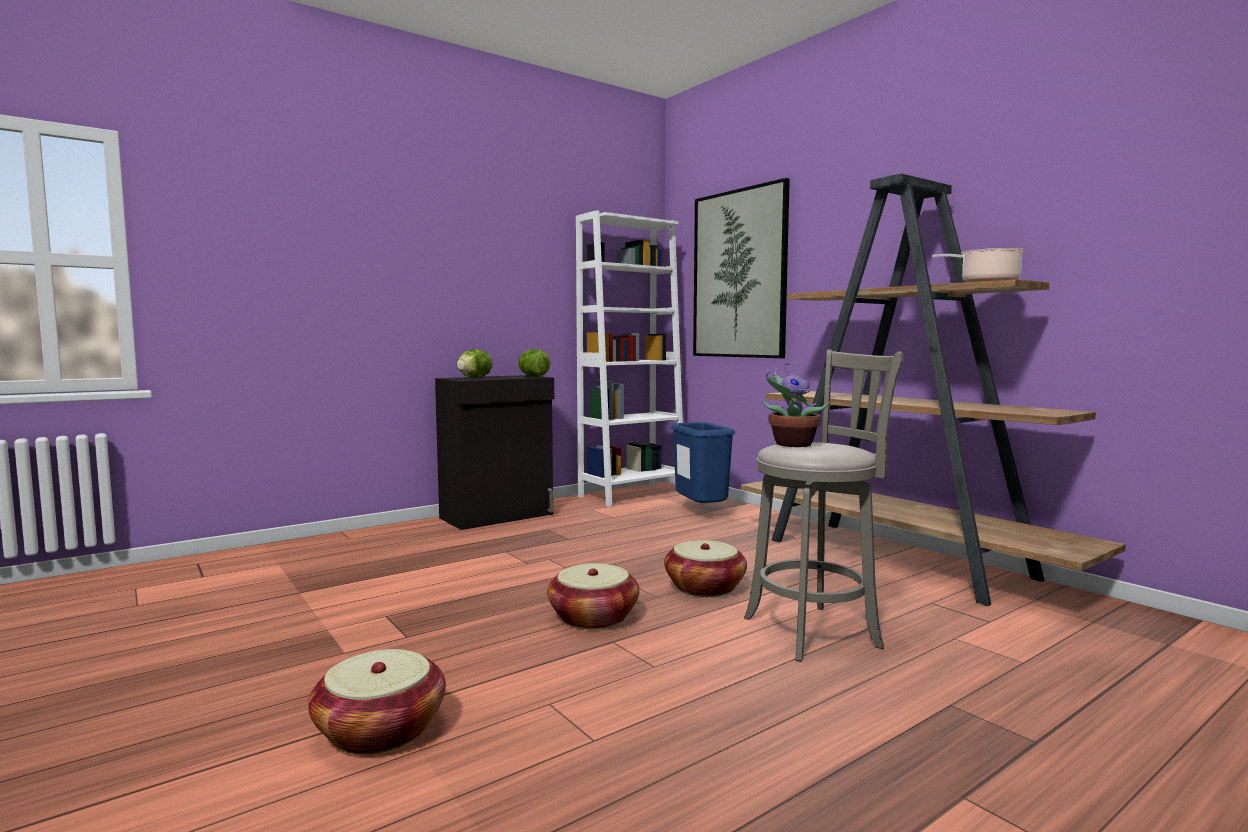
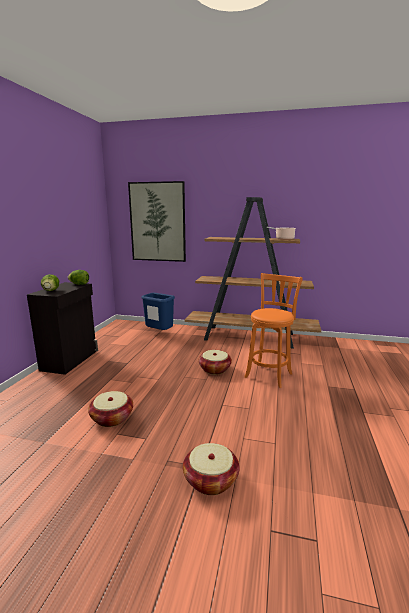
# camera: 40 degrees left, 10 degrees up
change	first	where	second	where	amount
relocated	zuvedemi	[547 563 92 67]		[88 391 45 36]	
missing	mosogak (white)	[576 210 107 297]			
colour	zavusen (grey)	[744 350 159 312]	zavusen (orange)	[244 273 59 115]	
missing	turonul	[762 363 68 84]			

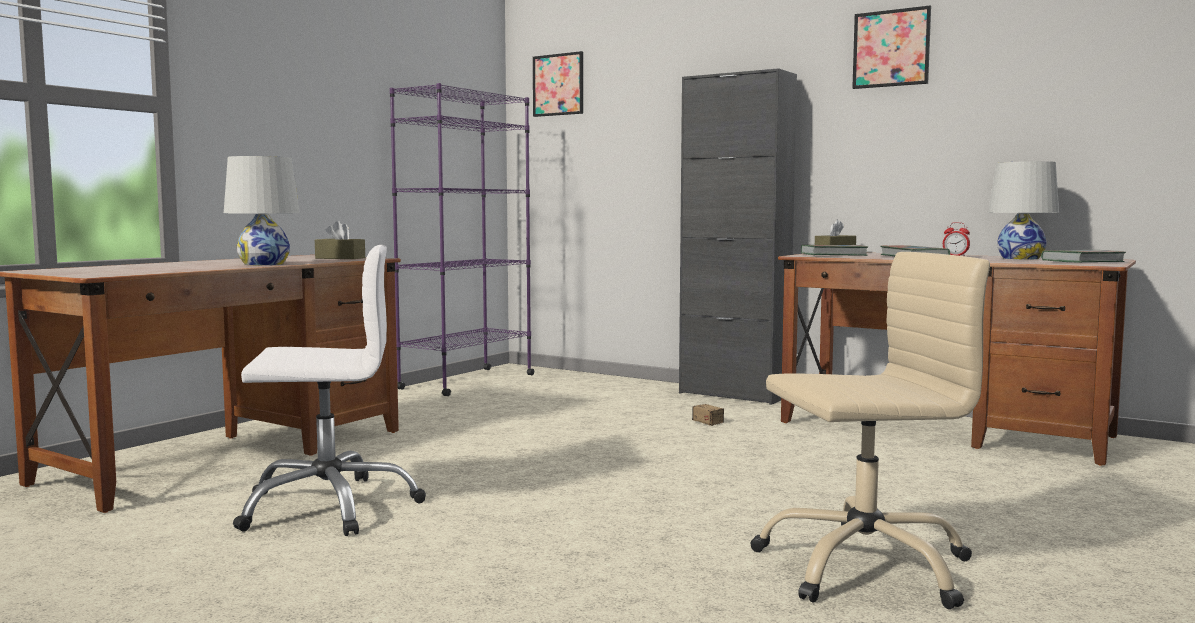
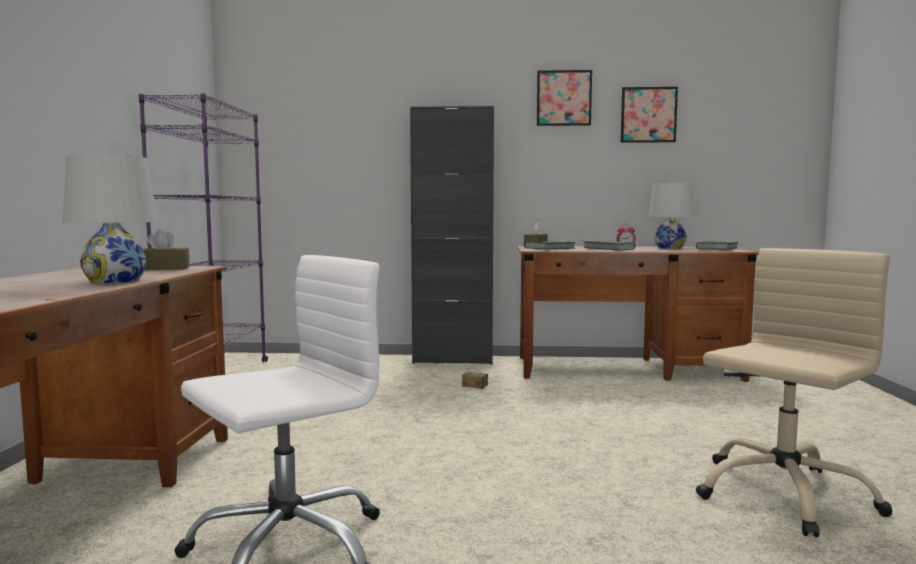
# camera: 30 degrees left, 0 degrees up
change	first	where	second	where	amount
relocated	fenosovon	[533 51 50 66]		[621 87 57 56]	

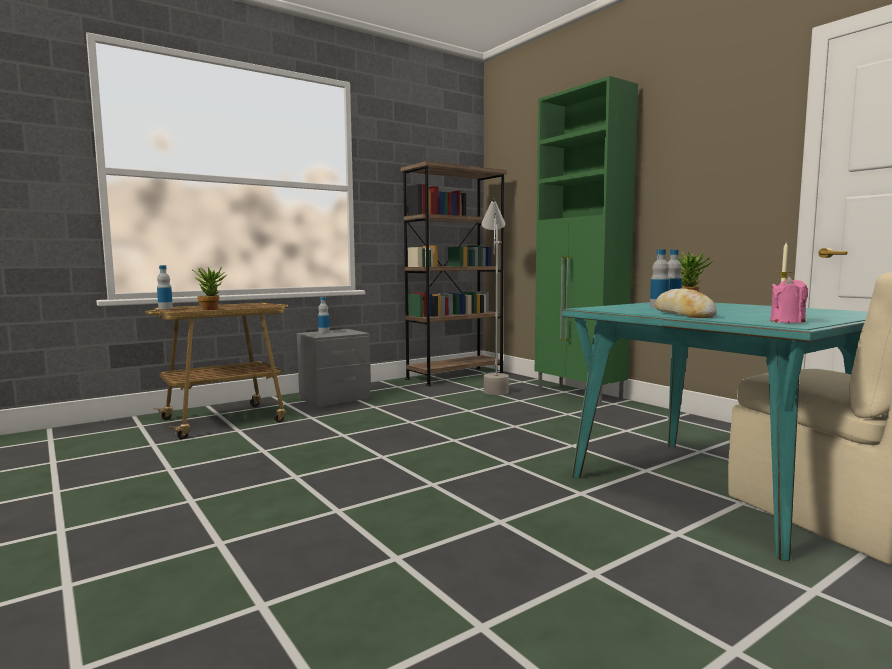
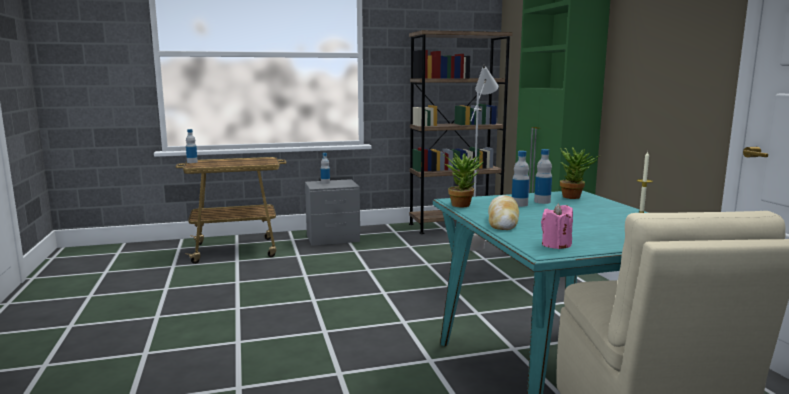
# camera: 20 degrees right, 5 degrees up
change	first	where	second	where	amount
relocated	turonul	[191 266 35 44]		[444 153 40 54]	

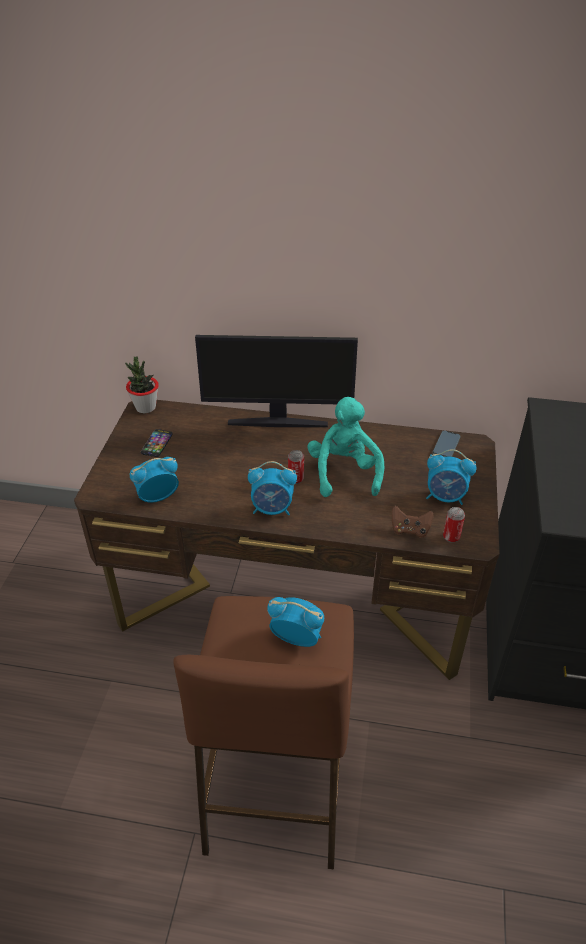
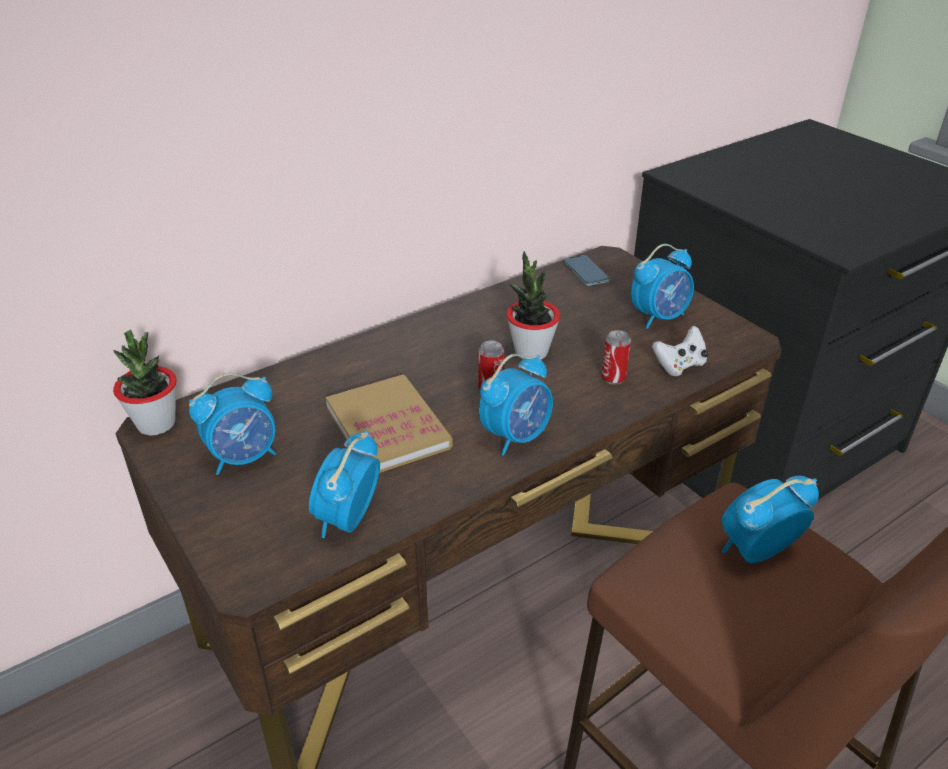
# camera: 45 degrees left, 5 degrees down
change	first	where	second	where	amount
exchanged	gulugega	[141 429 32 28]	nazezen	[189 373 87 102]	
missing	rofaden	[195 335 163 92]			
exchanged	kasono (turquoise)	[307 397 77 100]	turonul	[506 251 54 108]	
colour	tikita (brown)	[392 506 41 32]	tikita (white)	[652 326 56 50]	
relocated	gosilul	[443 507 22 36]		[602 330 29 55]	
appeared			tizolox	[326 375 127 98]	

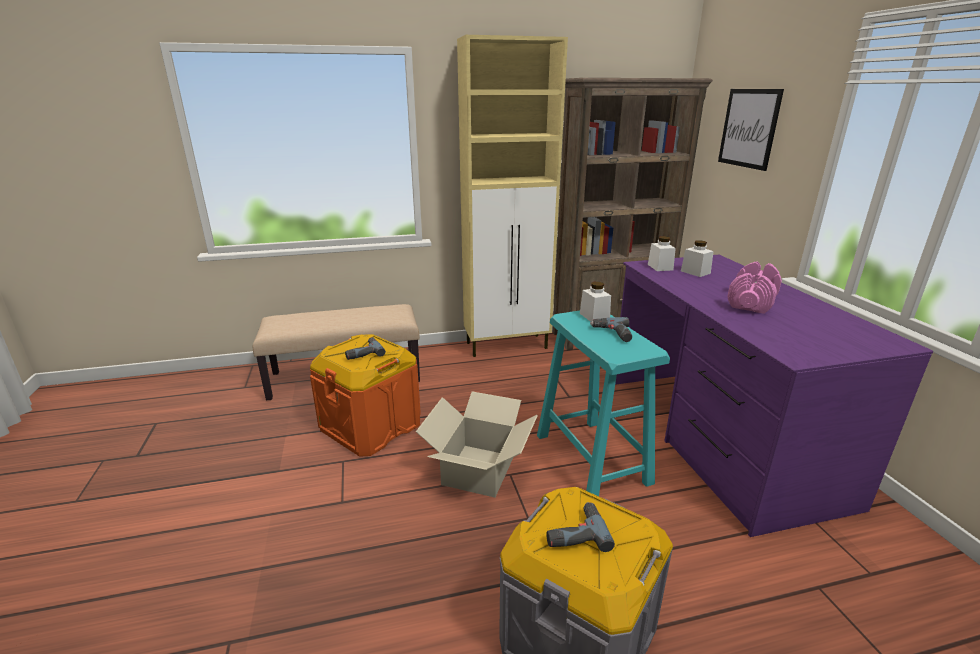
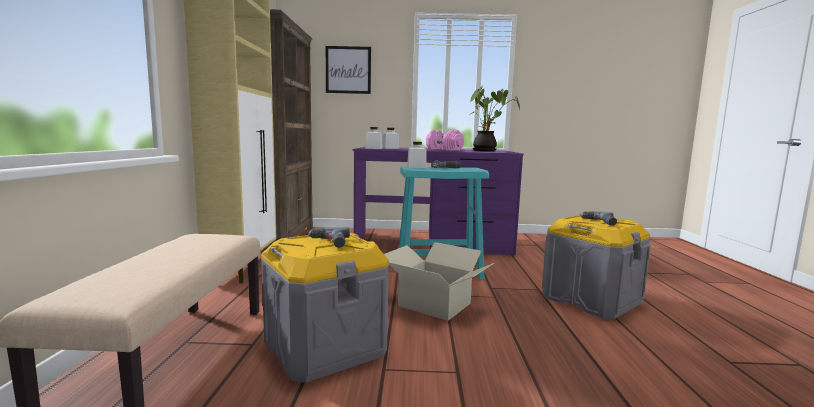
# camera: 75 degrees left, 15 degrees down
change	first	where	second	where	amount
colour	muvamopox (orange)	[310 334 111 123]	muvamopox (grey)	[261 233 128 150]	
appeared			turonul	[470 86 50 66]	

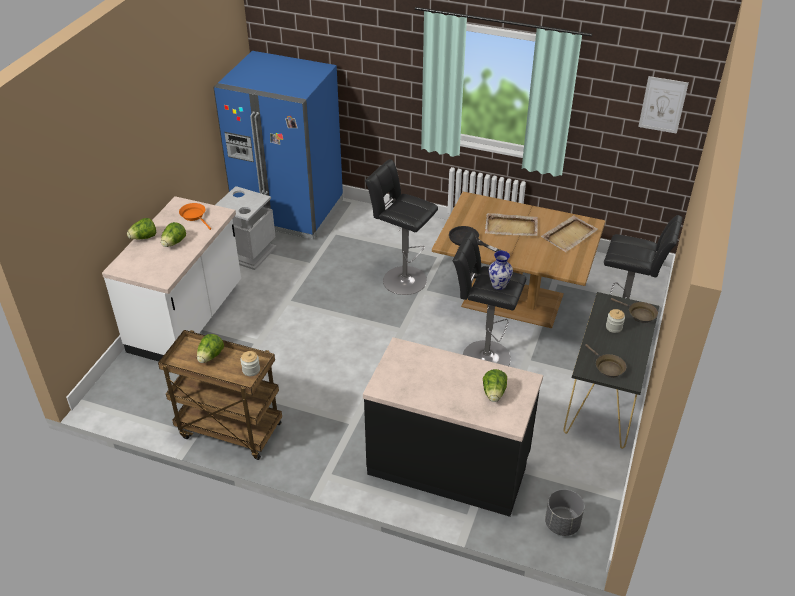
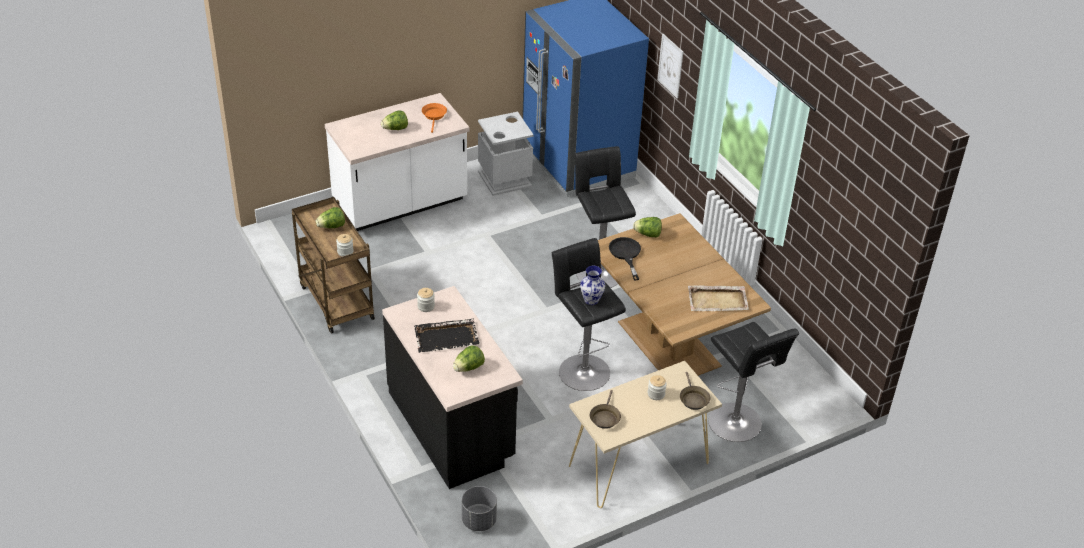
# camera: 40 degrees right, 0 degrees up
change	first	where	second	where	amount
relocated	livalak	[127 218 29 21]		[633 217 29 21]	
missing	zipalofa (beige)	[485 213 53 23]			
colour	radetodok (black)	[564 292 95 157]	radetodok (beige)	[569 361 153 147]	
relocated	fenosovon	[638 76 51 58]		[657 34 26 65]	
appeared			zipalofa (black)	[414 319 66 34]	
appeared			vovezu	[417 288 18 24]	

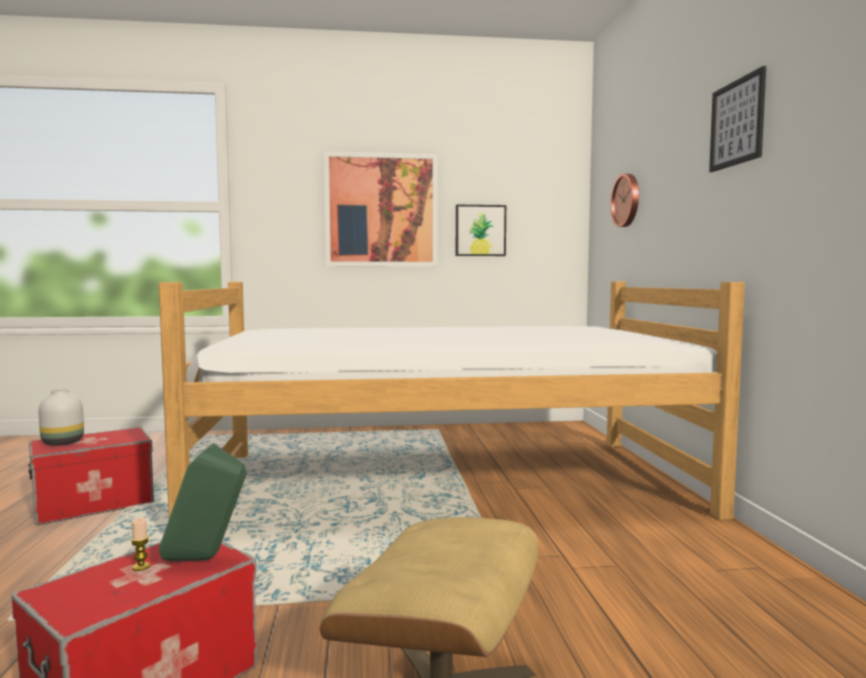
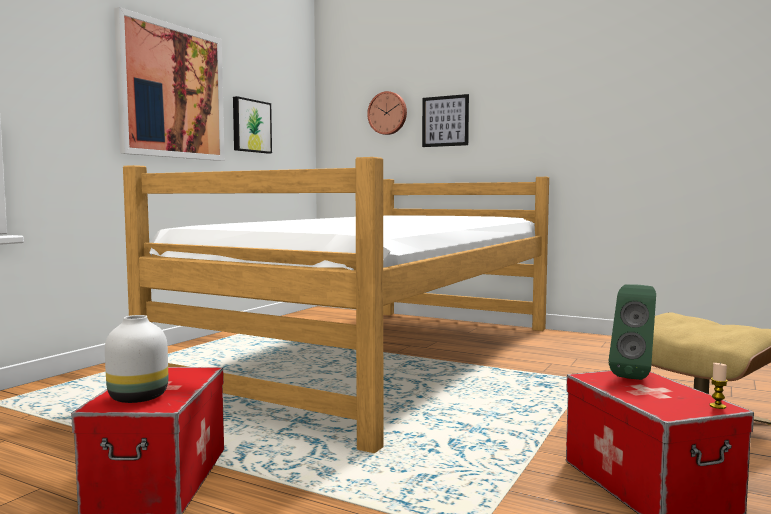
# camera: 55 degrees left, 0 degrees up
change	first	where	second	where	amount
relocated	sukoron	[131 518 19 53]		[710 363 18 46]	
relocated	fenosovon	[709 66 57 106]		[422 94 47 53]	

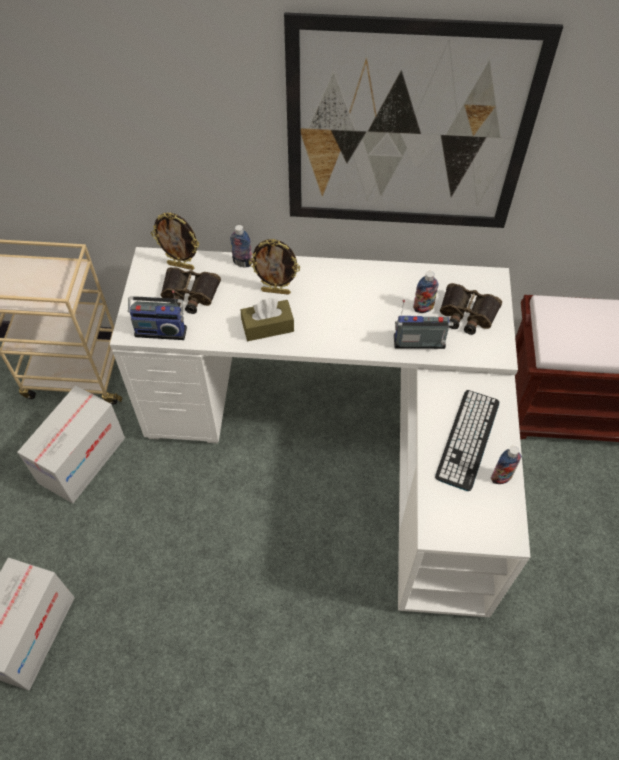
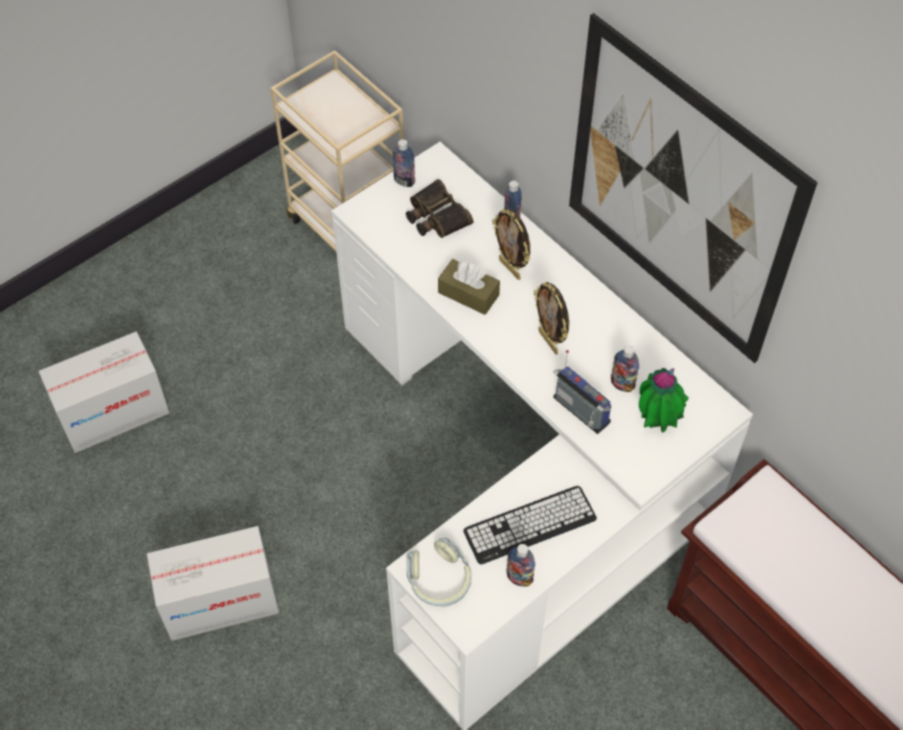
# camera: 45 degrees right, 0 degrees up
change	first	where	second	where	amount
relocated	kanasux	[17 385 108 118]		[147 526 132 115]	
missing	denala	[128 290 59 50]			
relocated	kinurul	[151 213 48 57]		[534 282 35 72]	
exchanged	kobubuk	[440 283 62 52]	turonul	[639 368 50 64]	
appeared			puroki	[393 139 22 48]	
appeared			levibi	[406 537 66 70]	

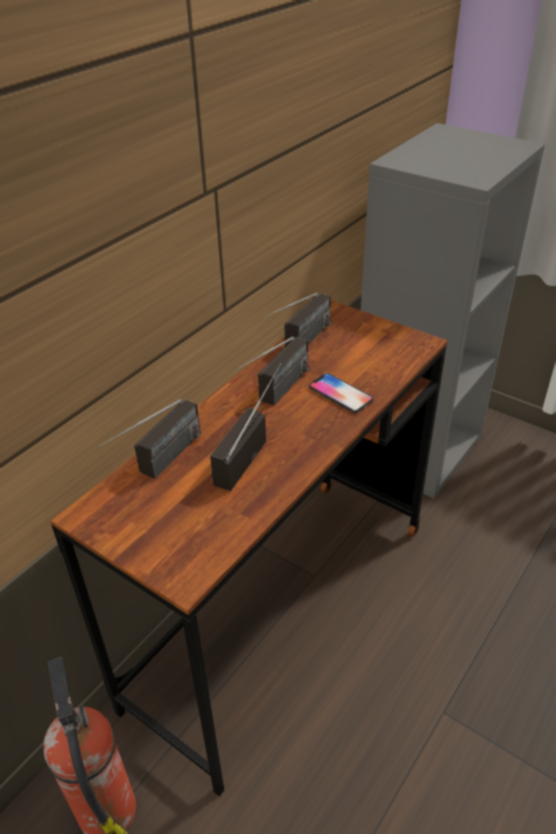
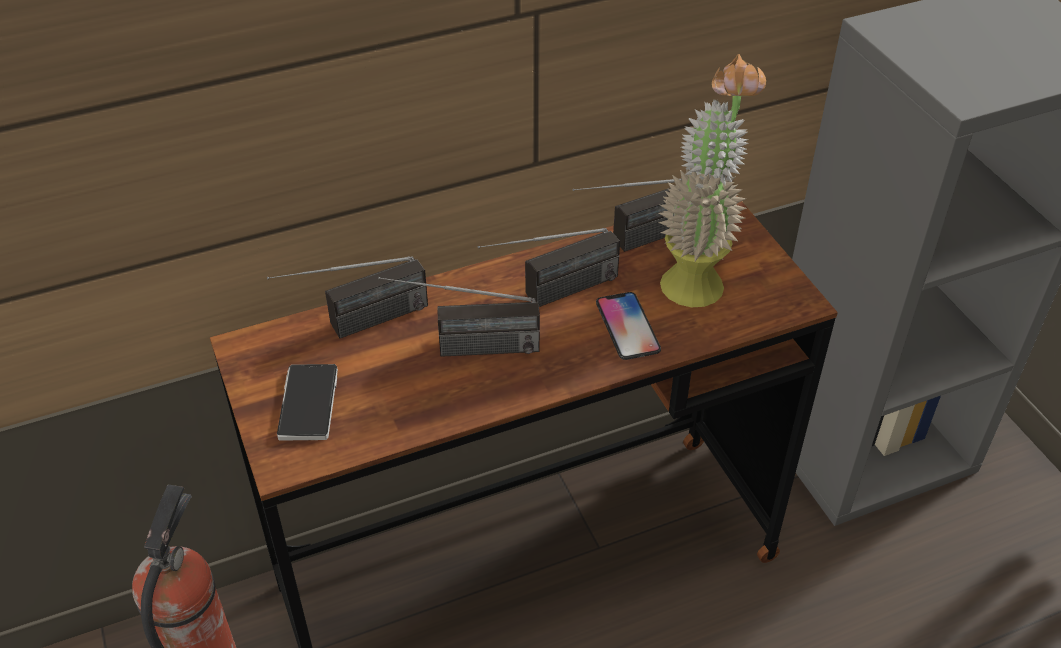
# camera: 30 degrees right, 5 degrees up
change	first	where	second	where	amount
spun	denala	[210 363 71 128]		[378 277 162 80]	150 degrees counterclockwise
appeared			gulugega	[277 364 61 77]	
appeared			turonul	[658 54 108 253]	

